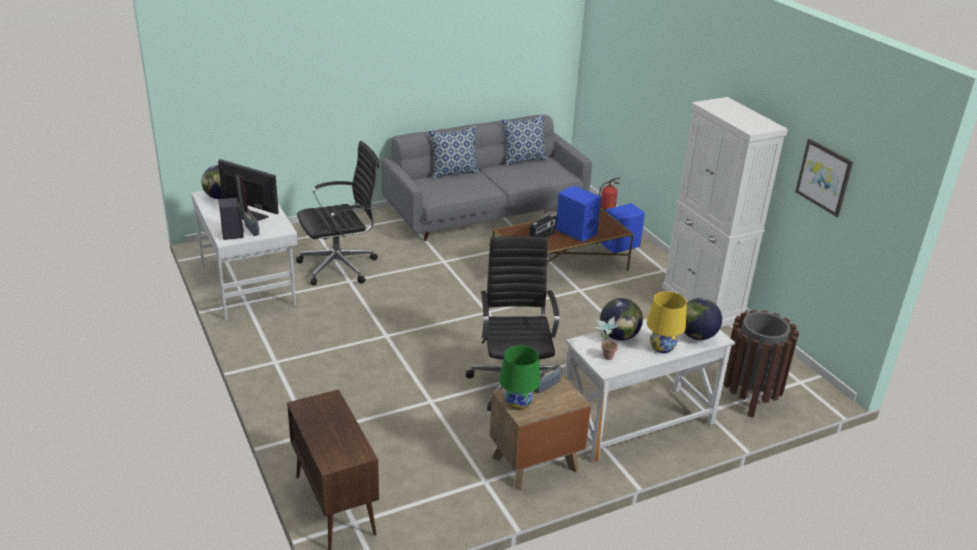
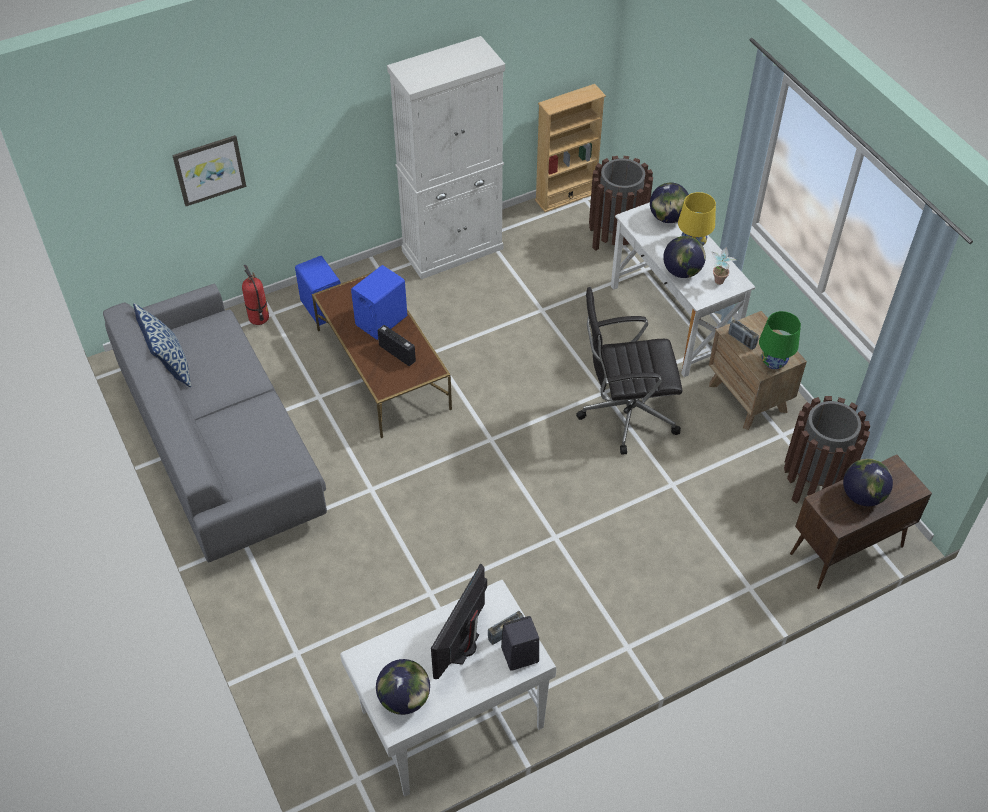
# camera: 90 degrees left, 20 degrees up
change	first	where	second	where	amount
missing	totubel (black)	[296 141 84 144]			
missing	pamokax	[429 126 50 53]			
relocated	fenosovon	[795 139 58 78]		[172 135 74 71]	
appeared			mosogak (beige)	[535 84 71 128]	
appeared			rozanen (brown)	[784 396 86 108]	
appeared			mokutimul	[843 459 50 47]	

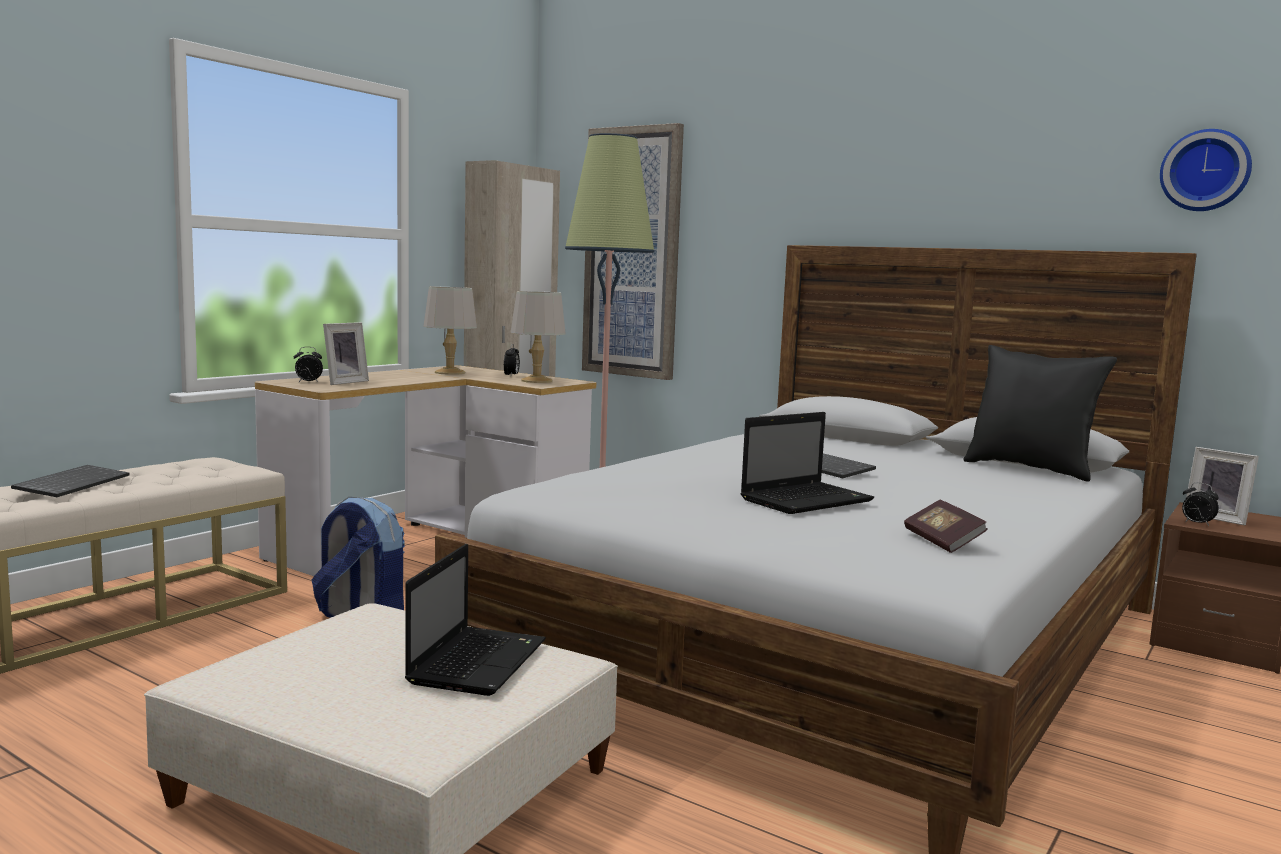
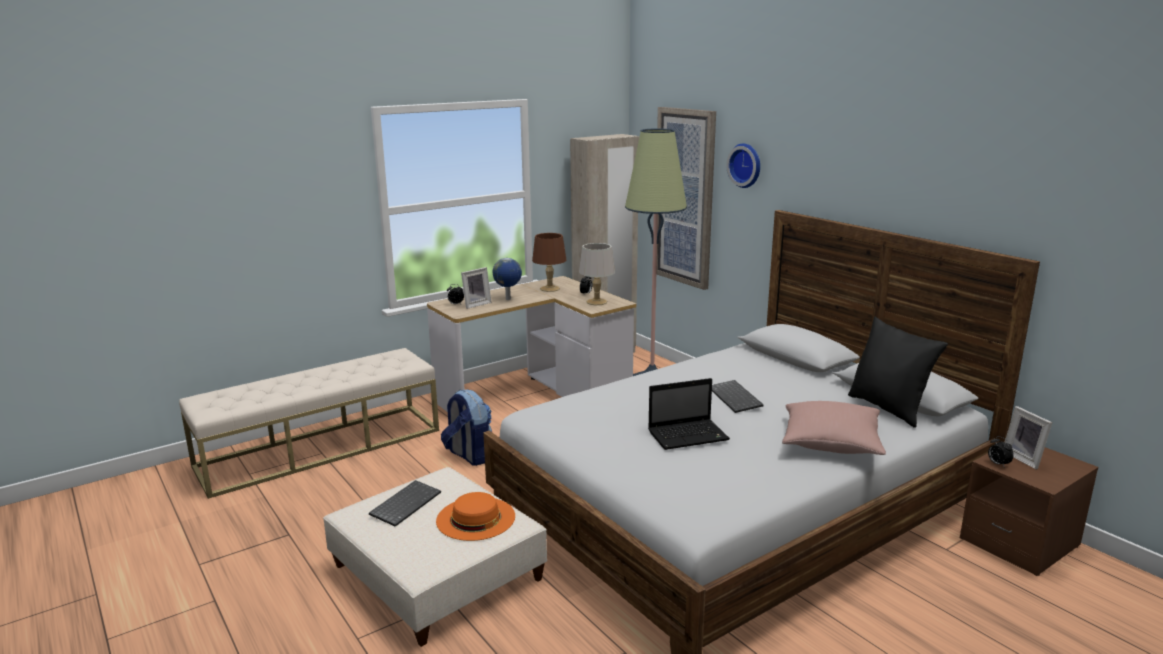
# camera: 20 degrees right, 10 degrees up
change	first	where	second	where	amount
relocated	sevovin	[11 465 118 32]		[369 480 72 47]	
exchanged	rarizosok	[405 544 141 152]	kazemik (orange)	[436 492 79 49]	
colour	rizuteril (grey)	[423 287 54 88]	rizuteril (brown)	[532 233 35 59]	
missing	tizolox	[904 500 84 53]			
relocated	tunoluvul	[1160 129 92 82]		[726 143 34 45]	
appeared			mokutimul	[493 258 29 42]	
appeared			pamokax (pink)	[782 401 104 54]	

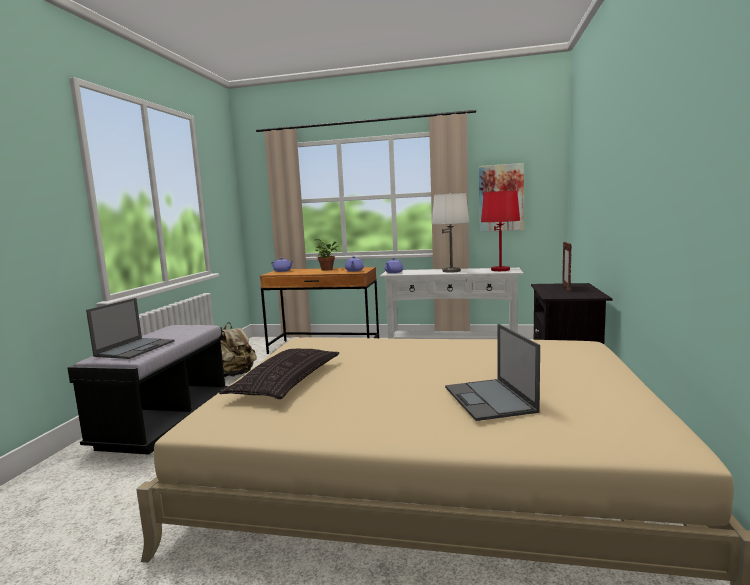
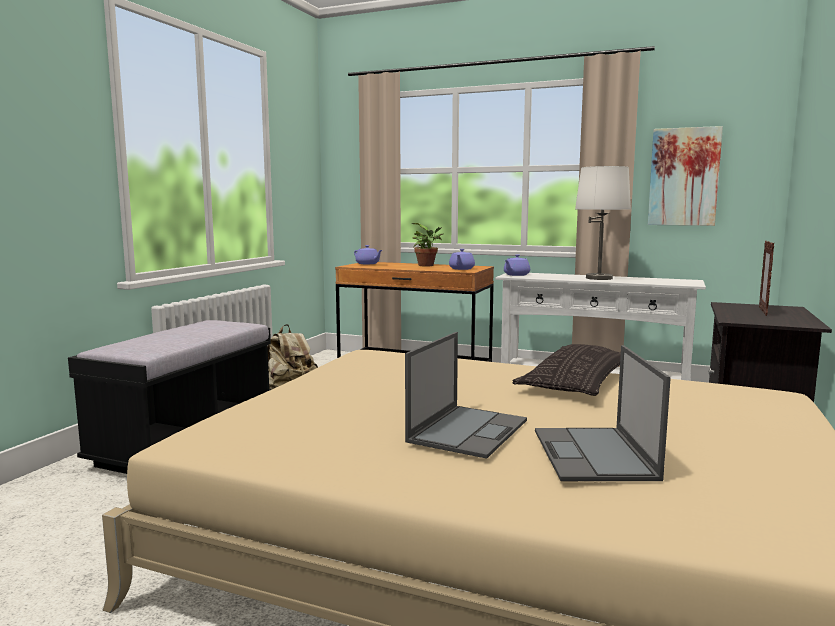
# camera: 10 degrees right, 0 degrees up
change	first	where	second	where	amount
relocated	rarizosok	[86 298 88 61]		[405 332 122 127]	
relocated	pamokax	[219 349 120 50]		[513 344 108 52]	
missing	rizuteril (red)	[481 190 39 81]			

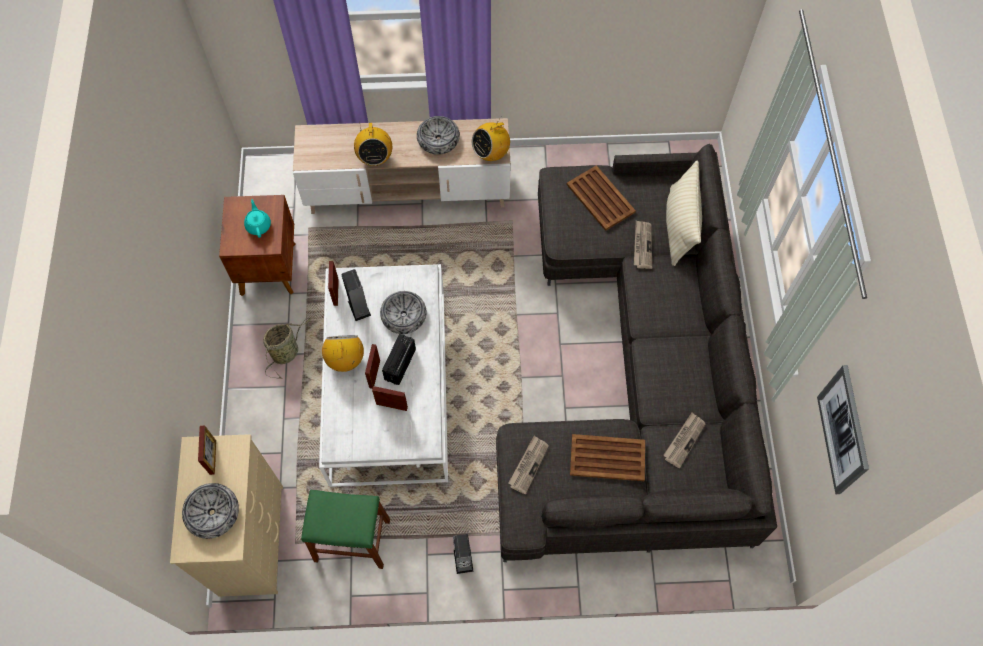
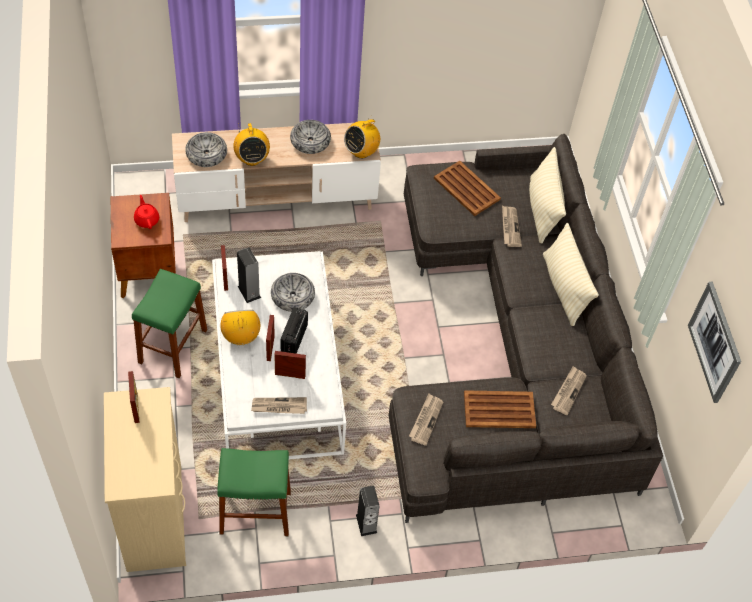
# camera: 10 degrees left, 10 degrees down
change	first	where	second	where	amount
relocated	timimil	[182 483 57 56]		[185 132 42 35]	
colour	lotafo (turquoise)	[244 199 27 39]	lotafo (red)	[134 195 25 34]	
exchanged	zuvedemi	[263 318 48 61]	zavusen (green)	[132 269 75 110]	
appeared			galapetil	[251 397 56 17]	
appeared			pamokax (beige)	[543 223 56 103]	

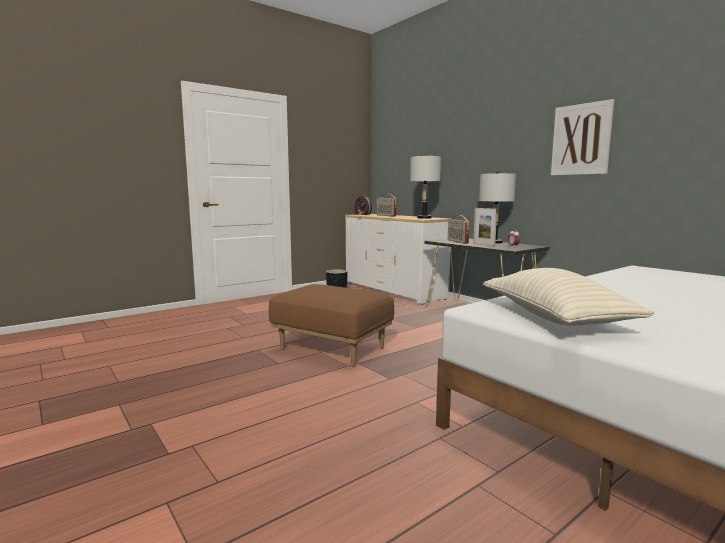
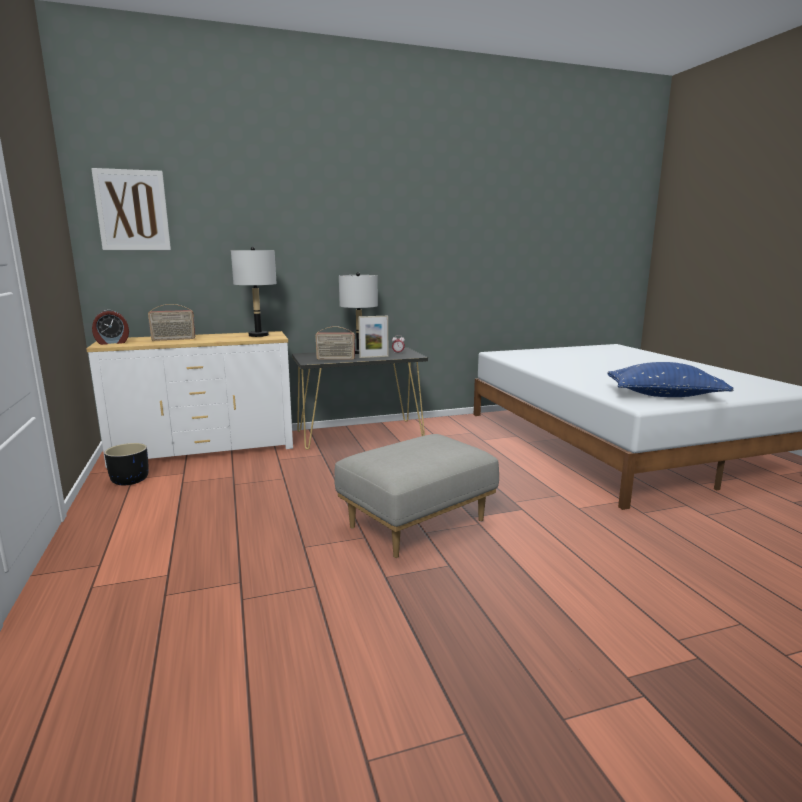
# camera: 70 degrees left, 5 degrees up
change	first	where	second	where	amount
colour	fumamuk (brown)	[269 284 125 83]	fumamuk (grey)	[334 434 165 124]	
colour	pamokax (beige)	[483 268 171 58]	pamokax (blue)	[607 362 126 35]	
relocated	fenosovon	[551 99 63 76]		[91 168 80 82]	

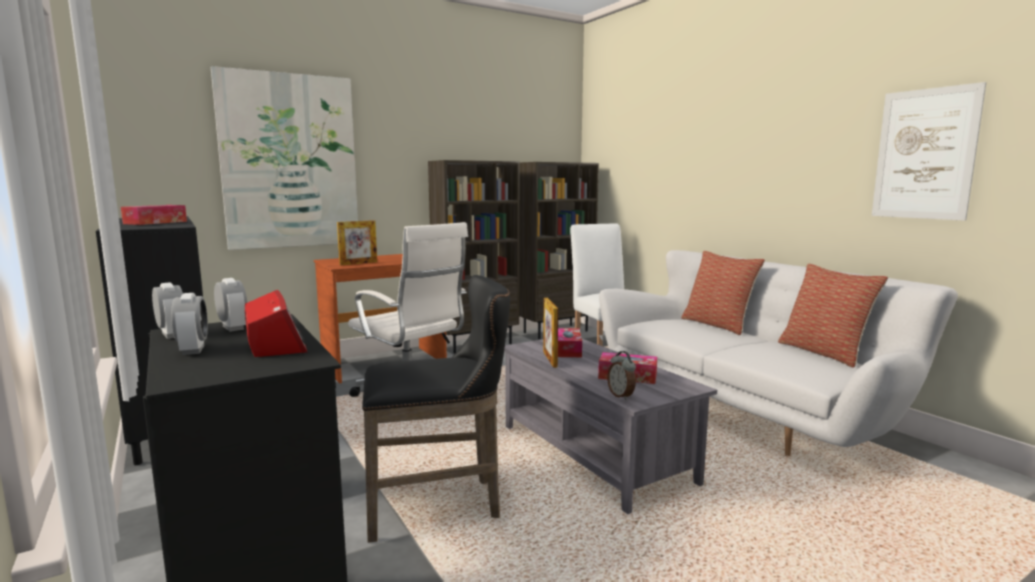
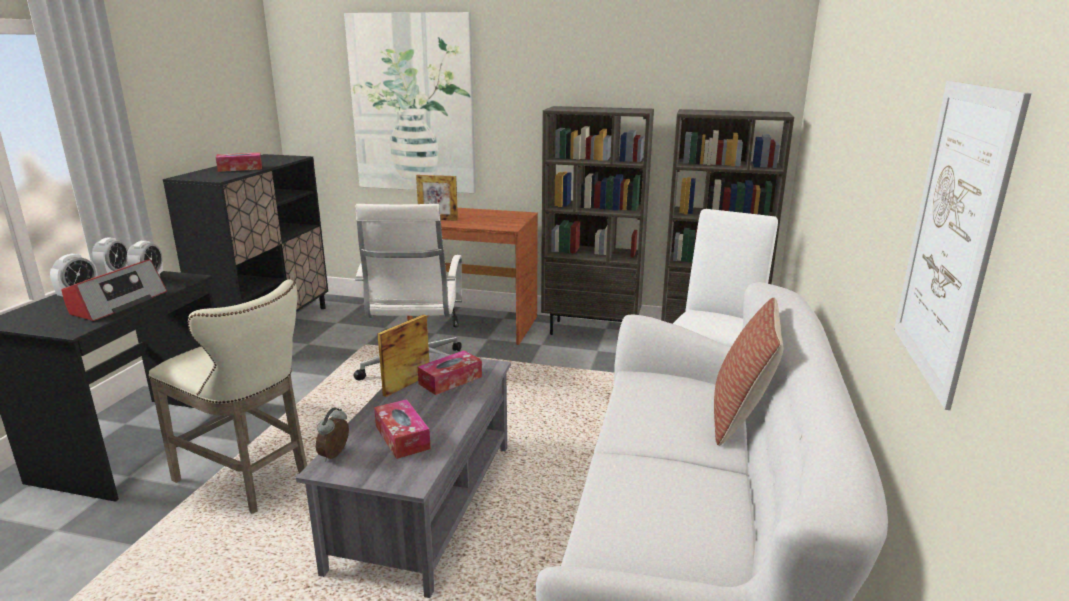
# camera: 45 degrees right, 10 degrees up
change	first	where	second	where	amount
colour	zavusen (black)	[362 275 148 268]	zavusen (beige)	[148 279 159 235]	
missing	pamokax	[778 264 110 104]			

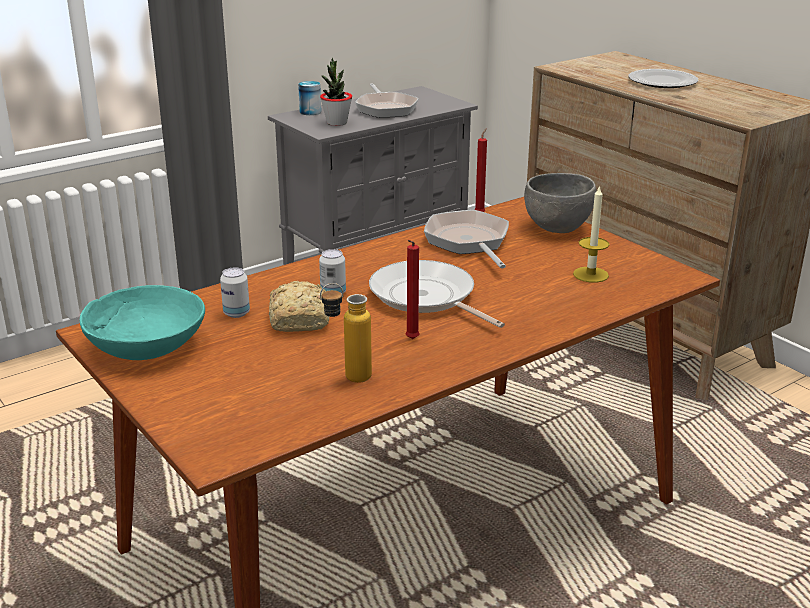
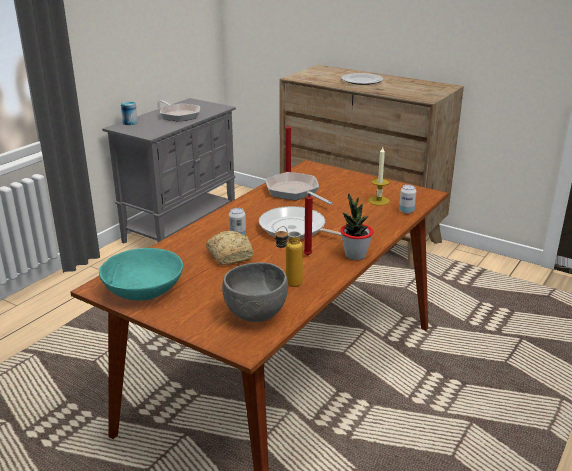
# camera: 20 degrees left, 0 degrees up
change	first	where	second	where	amount
relocated	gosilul	[220 267 30 51]		[399 185 17 29]	
relocated	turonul	[320 58 32 68]		[340 193 34 67]	
relocated	timimil (grey)	[524 173 73 60]		[222 262 66 60]	

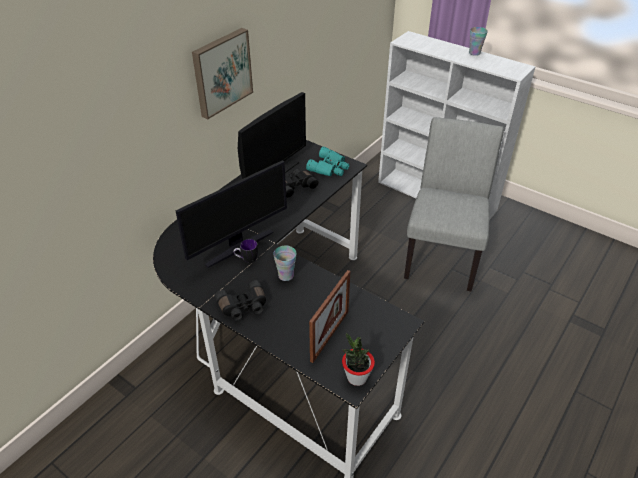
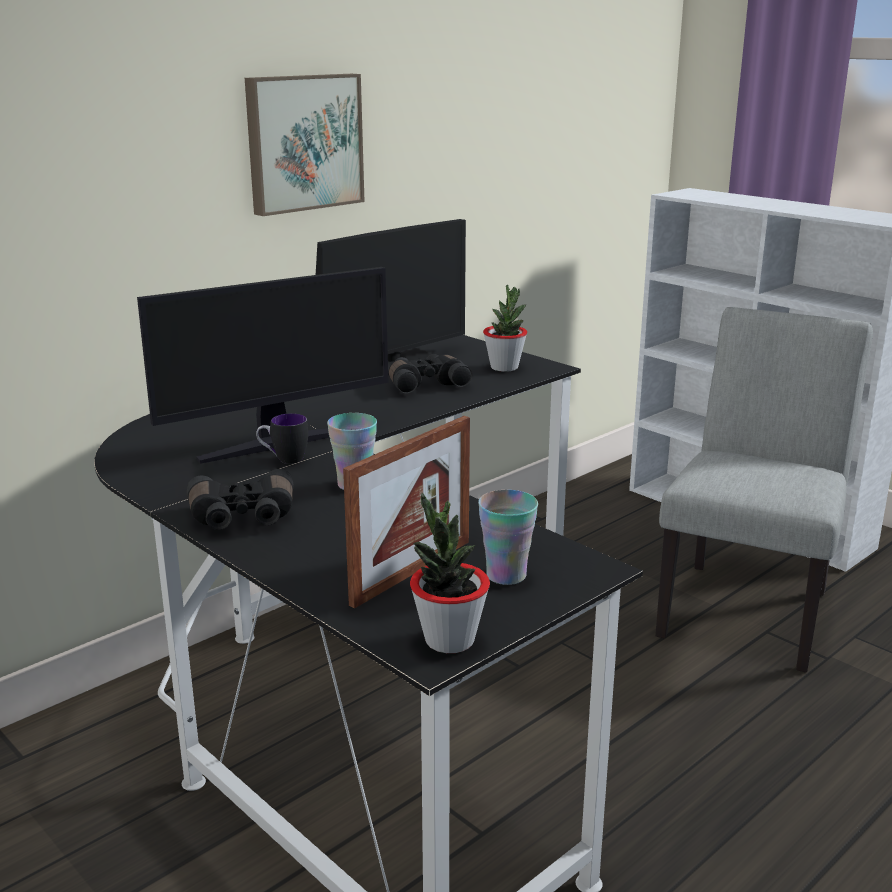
# camera: 10 degrees right, 20 degrees down
change	first	where	second	where	amount
exchanged	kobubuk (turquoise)	[306 146 43 30]	turonul	[483 285 44 87]	
relocated	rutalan	[469 27 19 29]		[478 490 60 95]	

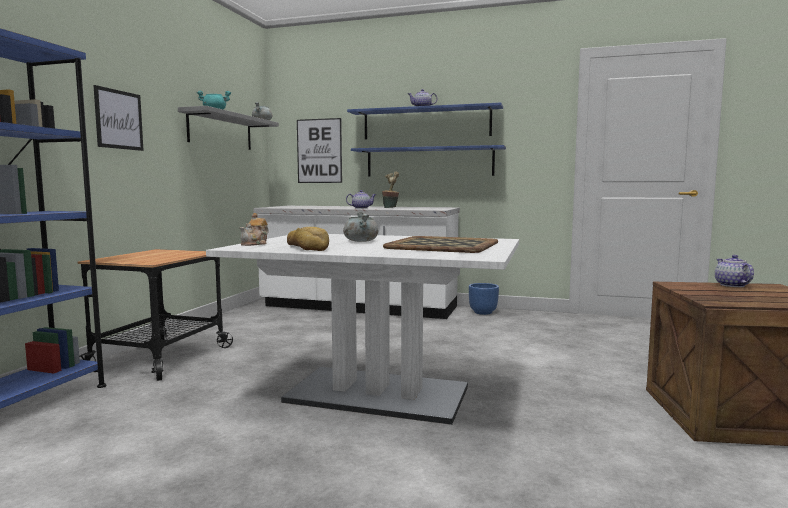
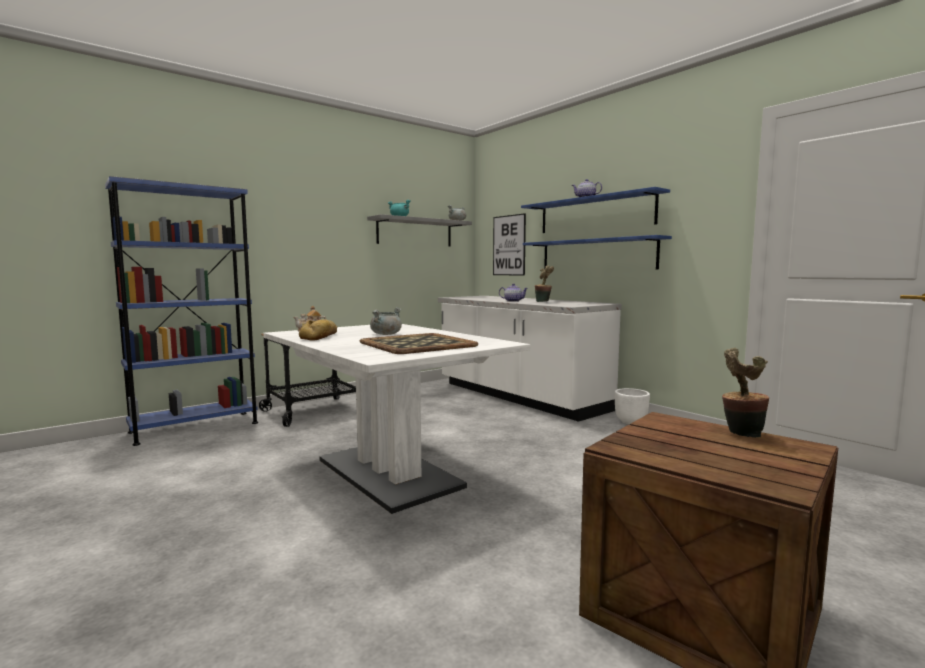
# camera: 35 degrees right, 0 degrees up
change	first	where	second	where	amount
missing	fenosovon	[93 85 51 66]			
colour	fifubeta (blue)	[469 283 30 32]	fifubeta (white)	[615 388 35 36]	
exchanged	lotafo	[715 255 39 32]	turonul	[722 348 47 90]	

